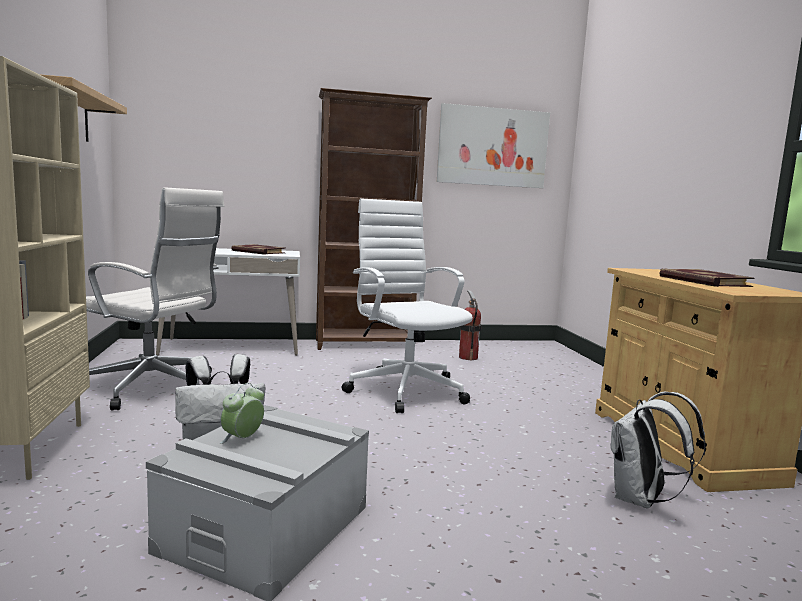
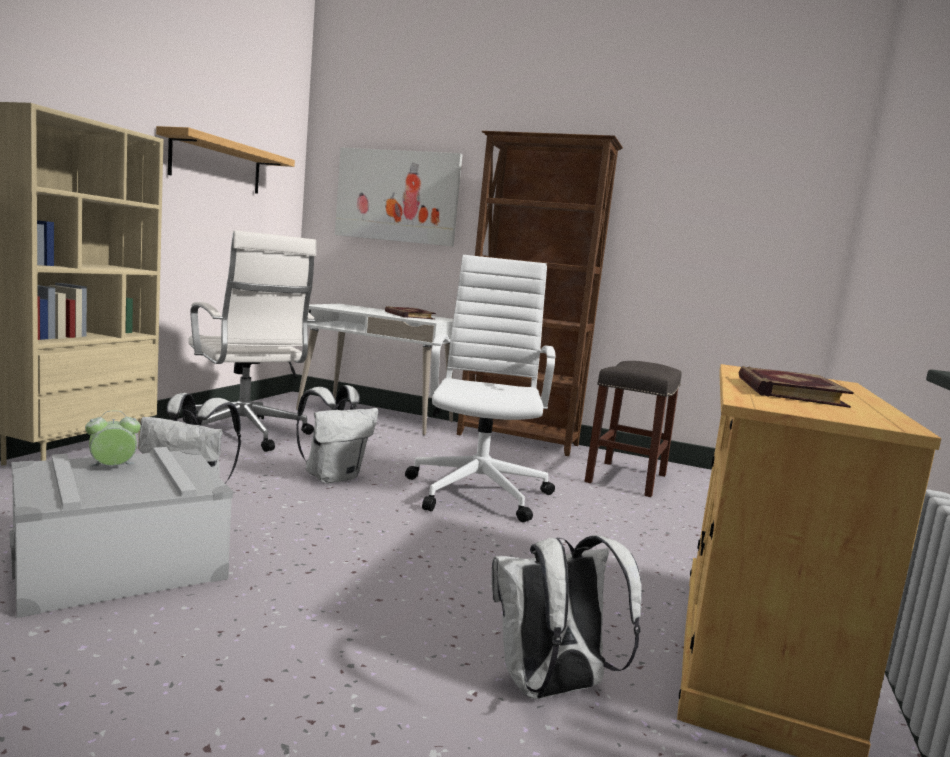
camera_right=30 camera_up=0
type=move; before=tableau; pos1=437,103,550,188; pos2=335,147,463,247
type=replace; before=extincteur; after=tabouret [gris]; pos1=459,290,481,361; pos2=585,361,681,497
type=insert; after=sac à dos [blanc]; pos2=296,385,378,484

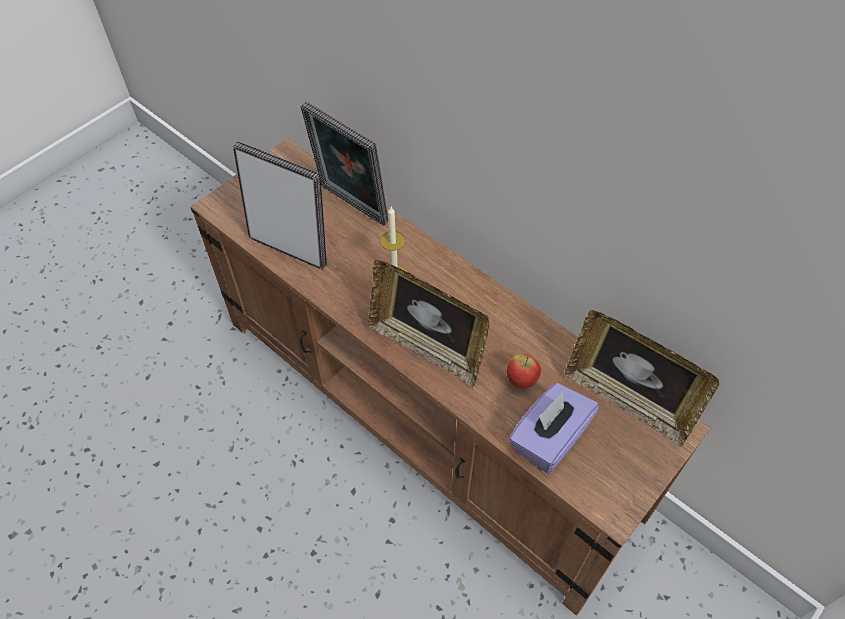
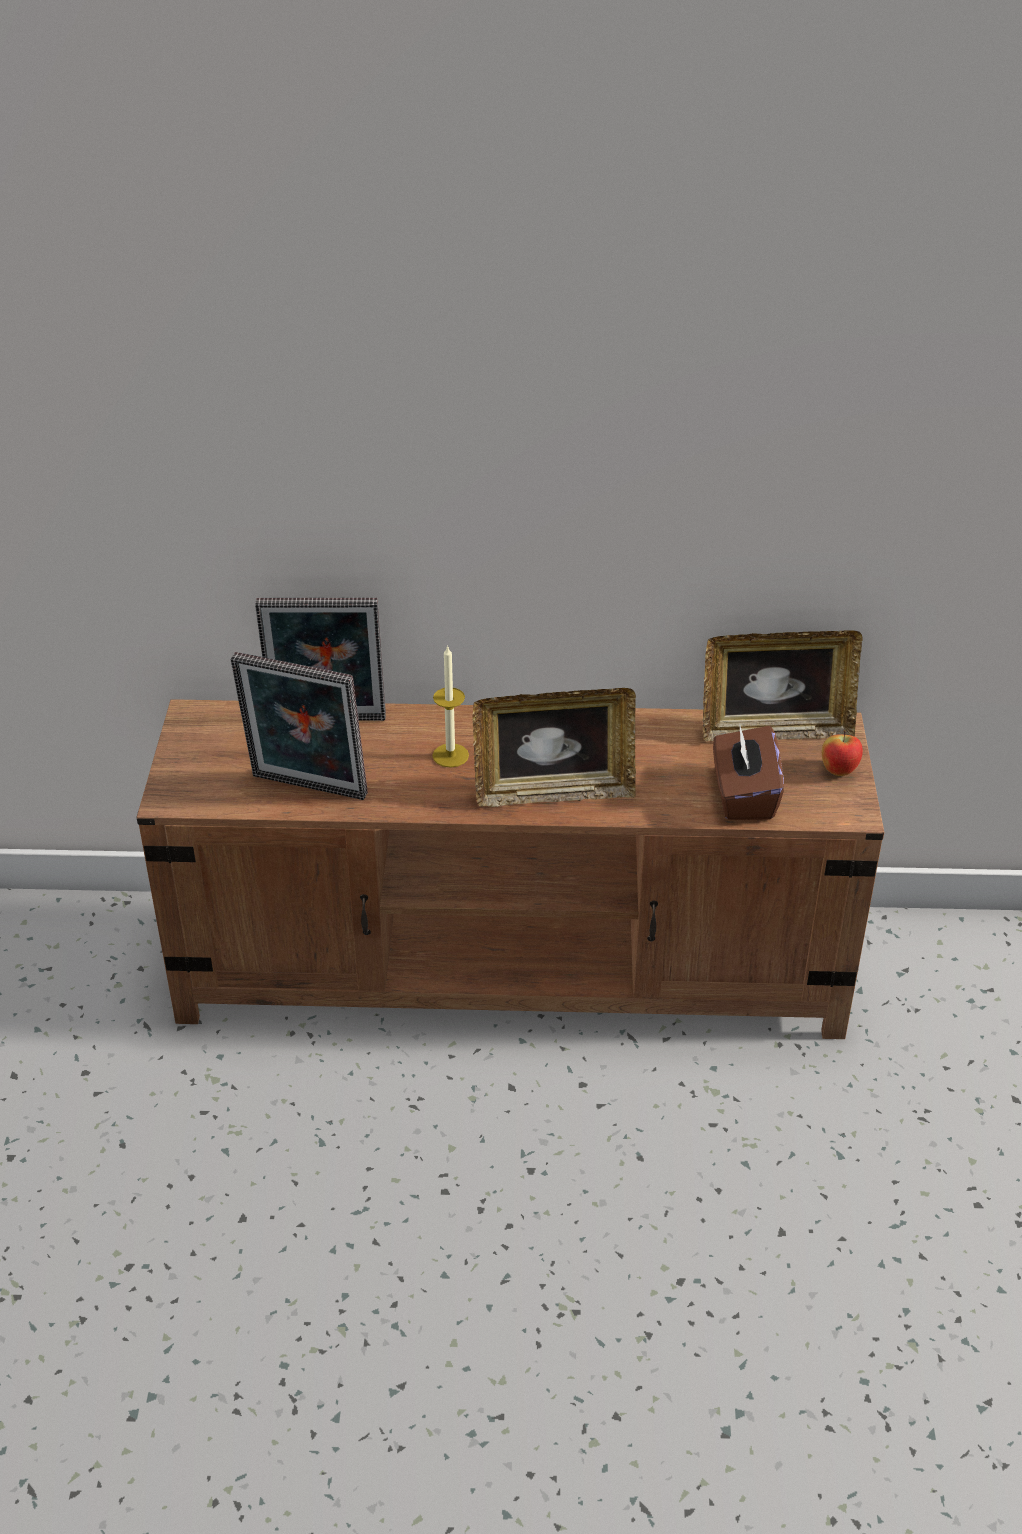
camera_right=-40 camera_up=-15
type=rotate; before=cadre photo; pos1=233,141,327,270; pos2=231,652,368,800; turn=-150
type=move; before=pomme; pos1=506,354,541,389; pos2=822,730,863,776
type=recolor; before=boîte à mouchoirs [violet]; after=boîte à mouchoirs [marron]; pos1=509,383,600,474; pos2=713,724,784,820

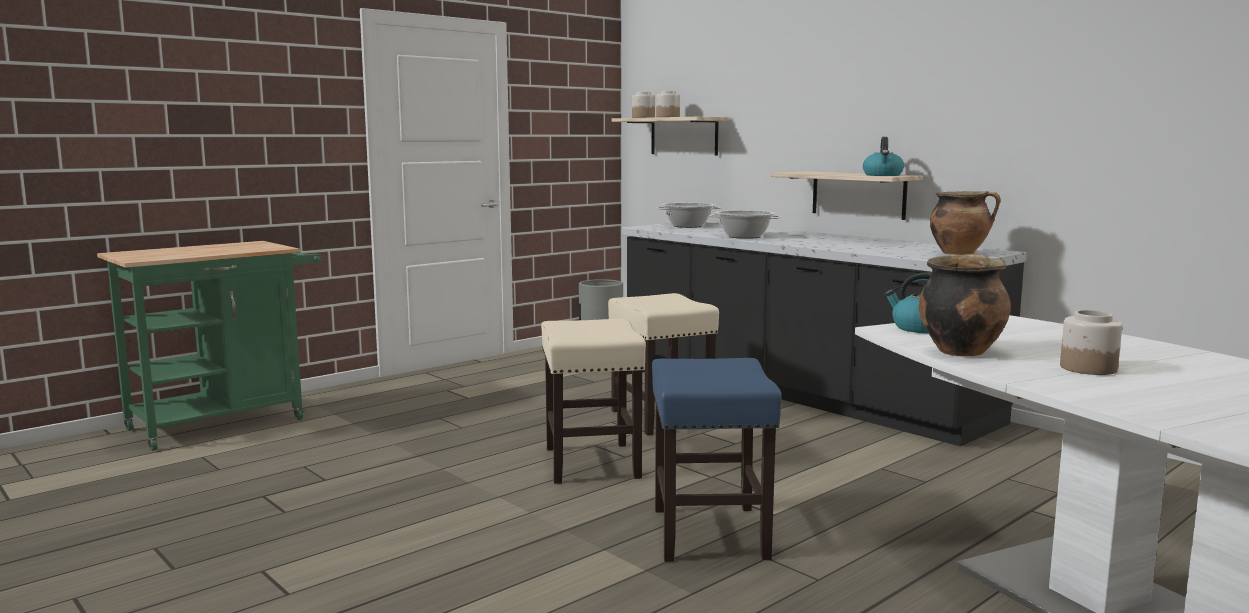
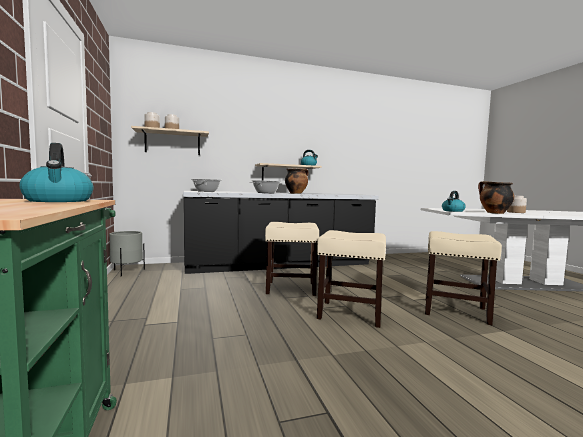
camera_right=-65 camera_up=-5
type=move; before=marmite; pos1=930,191,1000,255; pos2=285,168,309,193
type=recolor; before=tabouret [bleu]; after=tabouret [beige]; pos1=652,358,782,562; pos2=425,231,502,325
type=insert; after=bouilloire; pos2=19,143,94,202

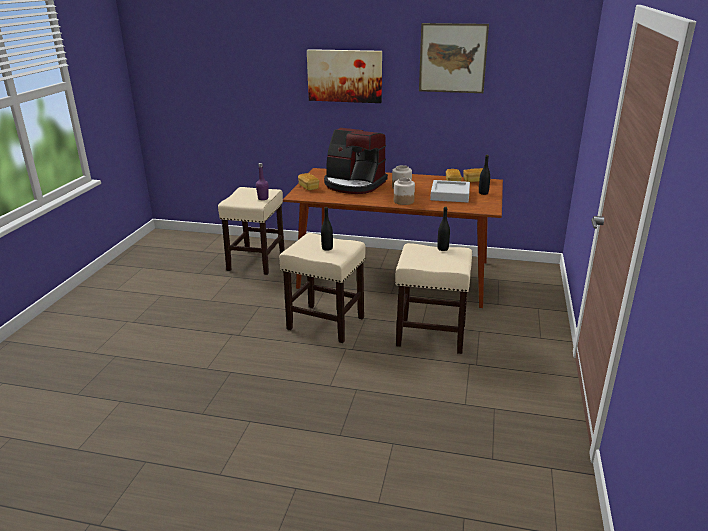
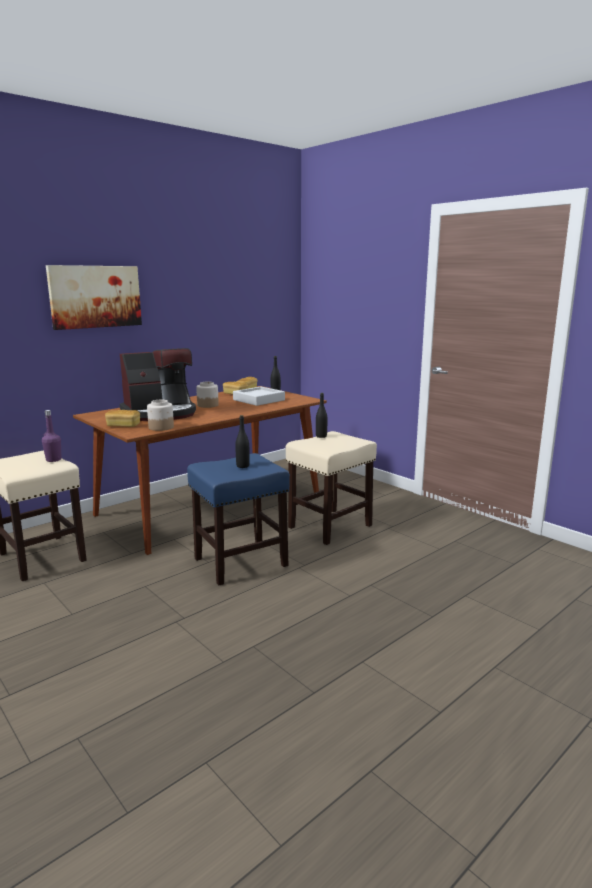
camera_right=-55 camera_up=-10
type=delete; before=tableau; pos1=419,23,489,93
type=move; before=bocal; pos1=394,178,415,205; pos2=147,400,174,431
type=recolor; before=tabouret [beige]; after=tabouret [bleu]; pos1=279,233,366,343; pos2=187,453,290,585

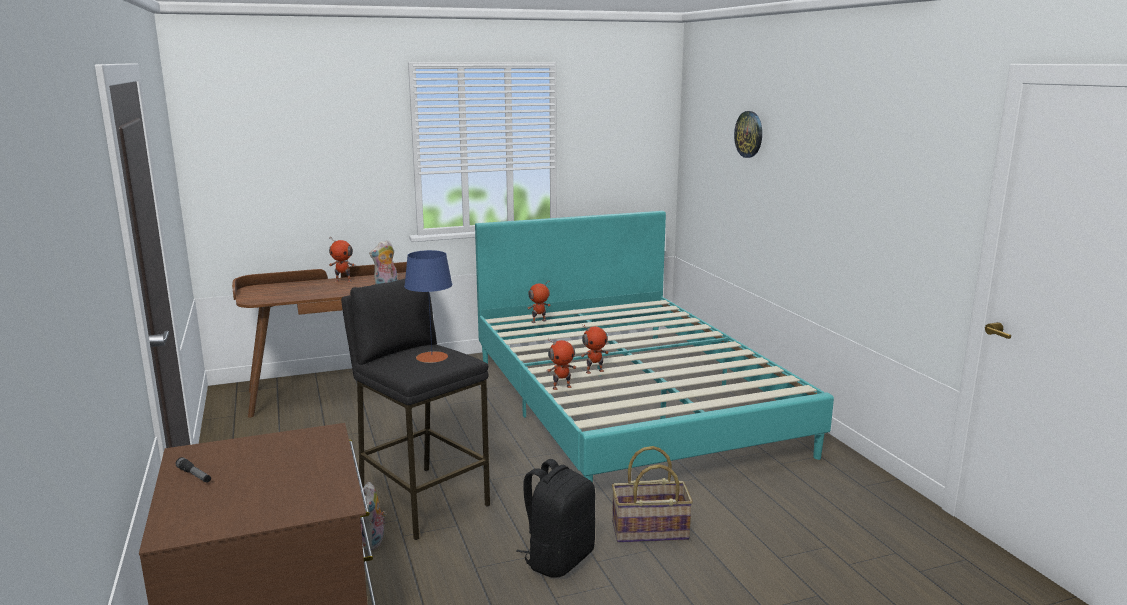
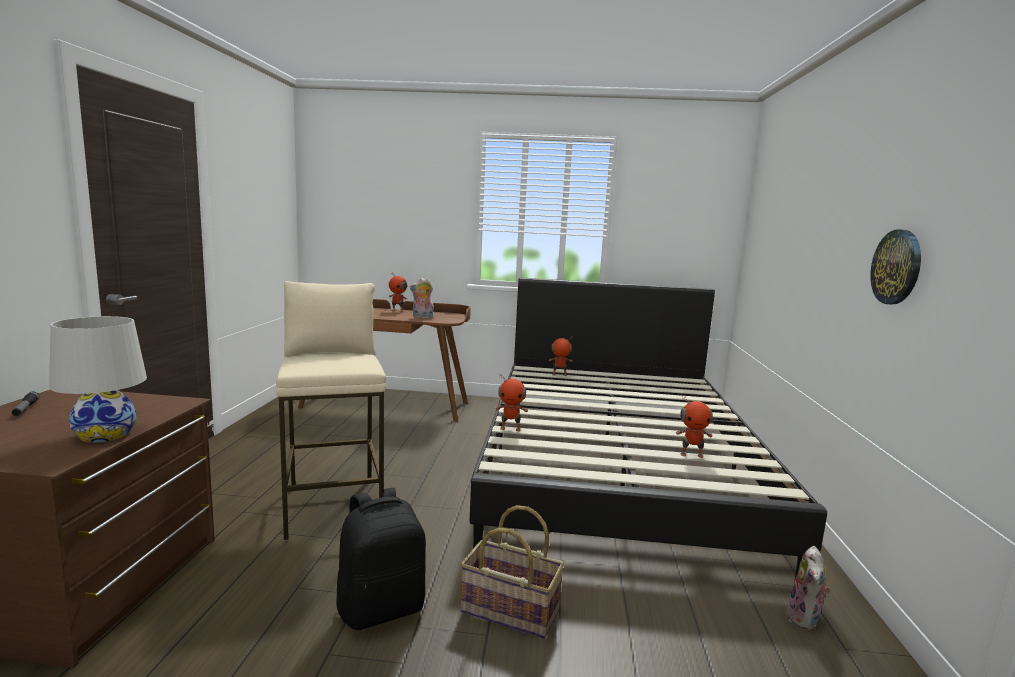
camera_right=25 camera_up=-5
type=move; before=horloge murale; pos1=734,111,762,158; pos2=870,229,921,305
type=recolor; before=lit [turquoise]; after=lit [noir]; pos1=475,211,834,483; pos2=470,277,827,584
type=delete; before=lampe de table [bleu]; pos1=404,250,452,363
type=recolor; before=tabouret [noir]; after=tabouret [beige]; pos1=341,279,490,540; pos2=276,281,386,541
type=move; before=robot jouet; pos1=581,324,609,374; pos2=676,395,713,458
type=move; before=peluche; pos1=360,482,387,551; pos2=786,546,831,630
type=insert; after=lampe de table [blanc]; pos2=49,316,147,443

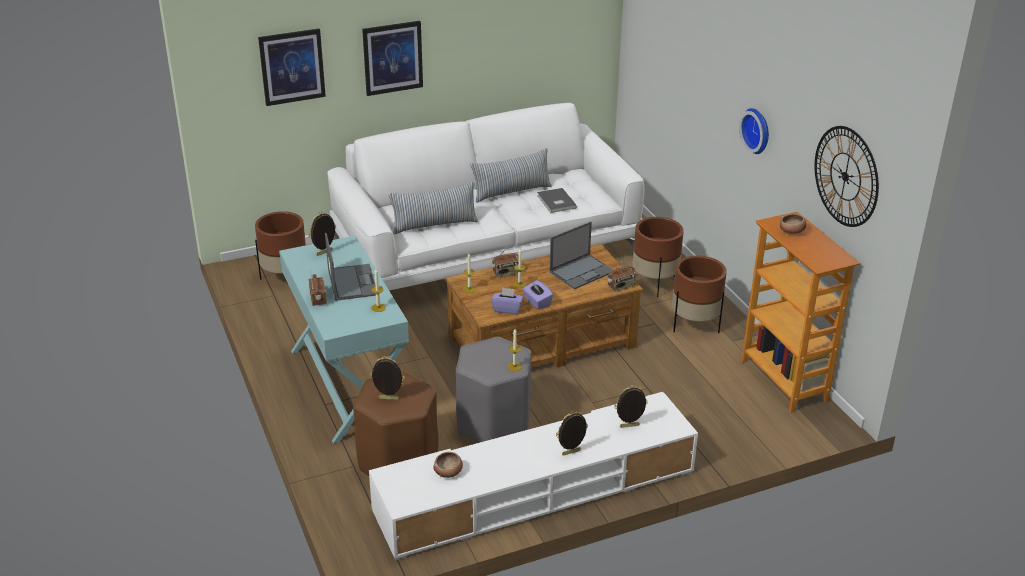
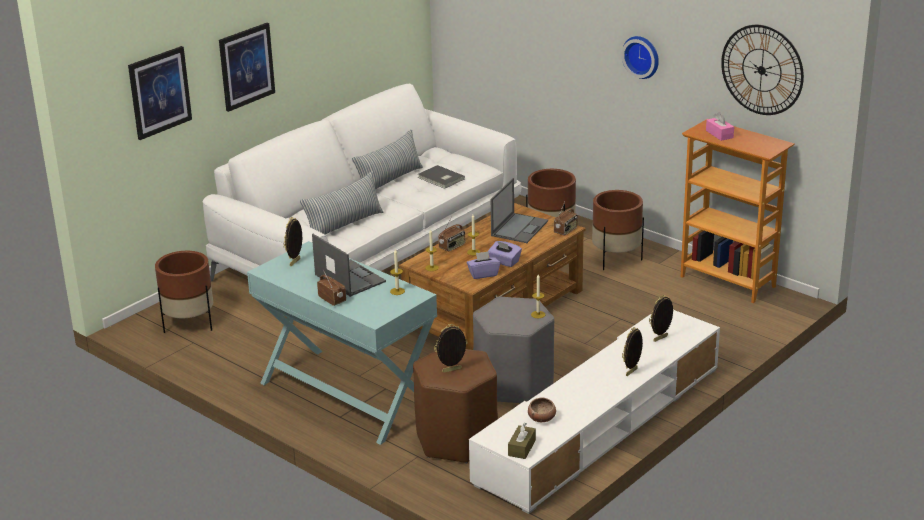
camera_right=-25 camera_up=-5
type=replace; before=bol; after=boîte à mouchoirs [rose]; pos1=780,214,806,234; pos2=706,112,734,141
type=insert; after=boîte à mouchoirs [marron]; pos2=508,423,536,459

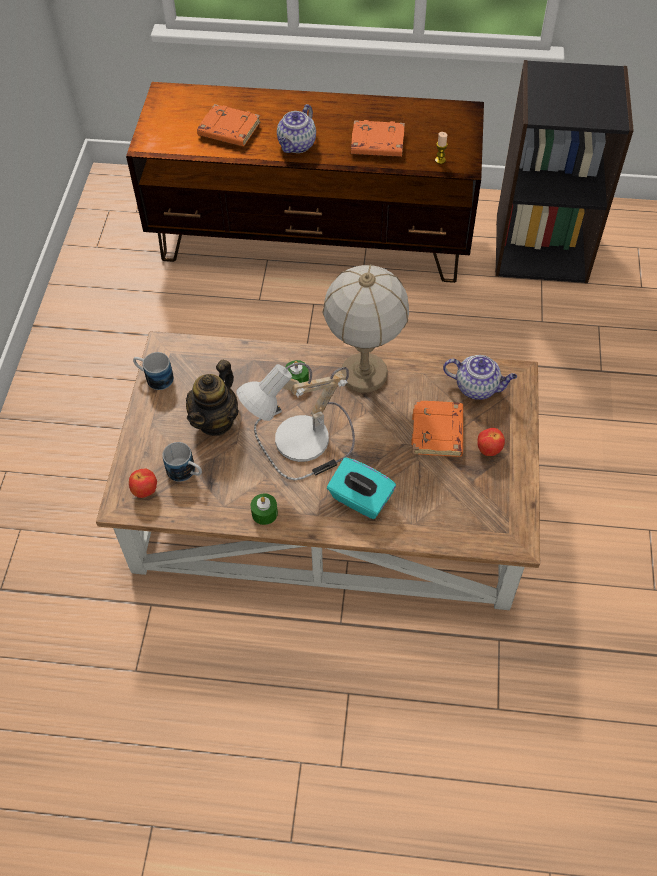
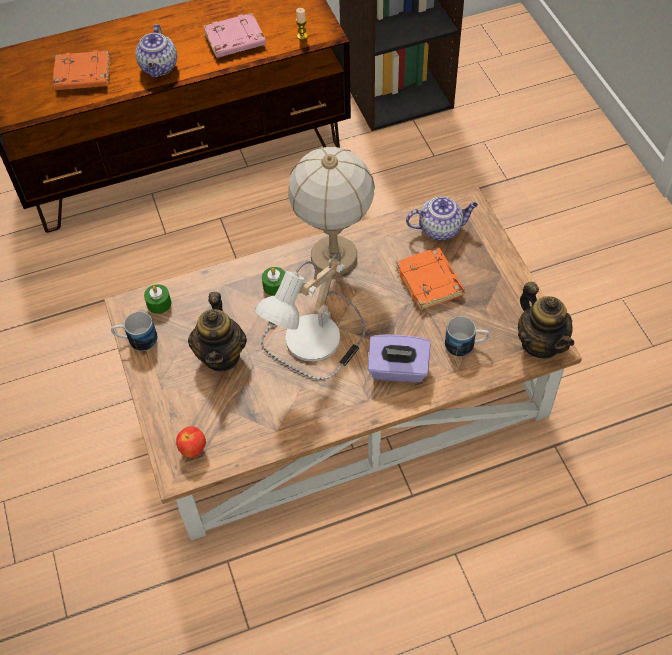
camera_right=-25 camera_up=0
type=recolor; before=livre [orange]; after=livre [rose]; pos1=351,120,405,157; pos2=203,13,266,58
type=delete; before=pomme; pos1=477,428,505,456
type=move; before=mug; pos1=163,442,202,482; pos2=445,316,490,357
type=recolor; before=boîte à mouchoirs [turquoise]; after=boîte à mouchoirs [violet]; pos1=327,457,396,519; pos2=368,335,431,383
type=move; before=bougie [vert]; pos1=250,493,278,525; pos2=144,284,171,314
type=insert; after=théière; pos2=518,282,574,358

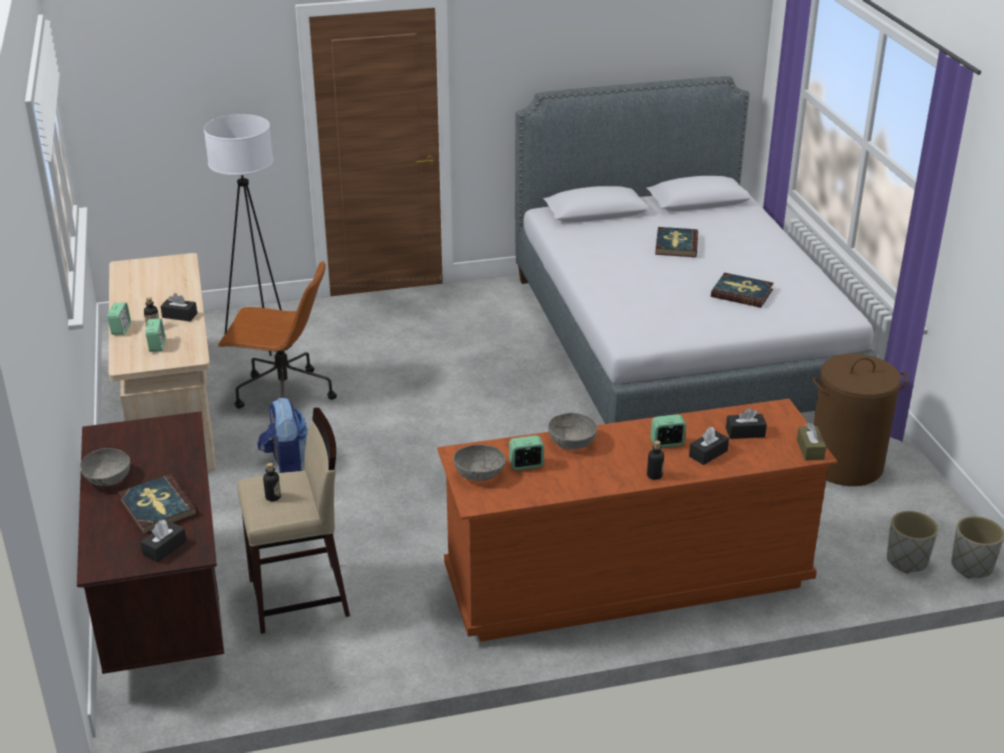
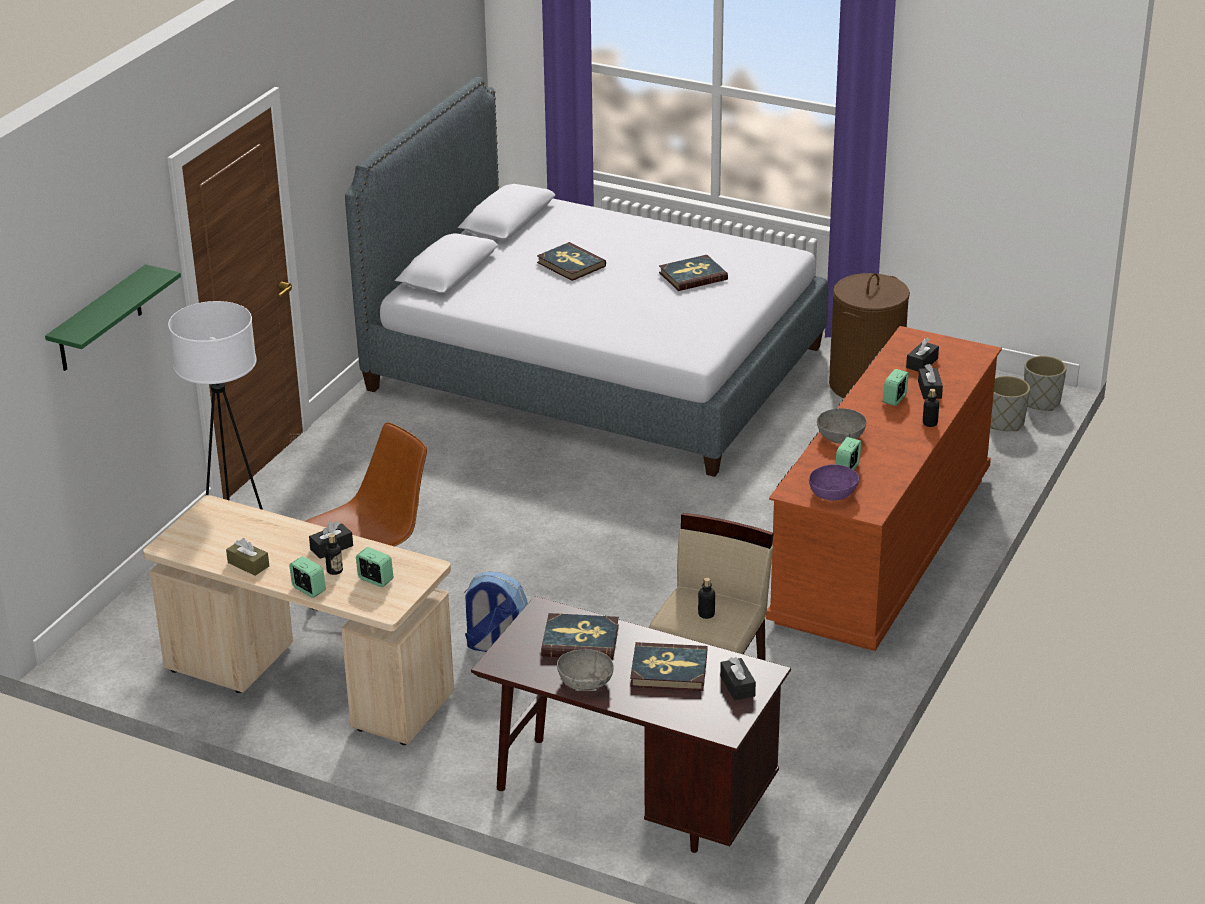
camera_right=-50 camera_up=0
type=move; before=boîte à mouchoirs [marron]; pos1=797,423,826,461; pos2=226,538,269,576
type=recolor; before=bol [gris]; after=bol [violet]; pos1=453,445,505,481; pos2=809,464,859,501
type=insert; after=étagère [vert]; pos2=45,264,181,371
type=insert; after=livre; pos2=541,613,619,660

